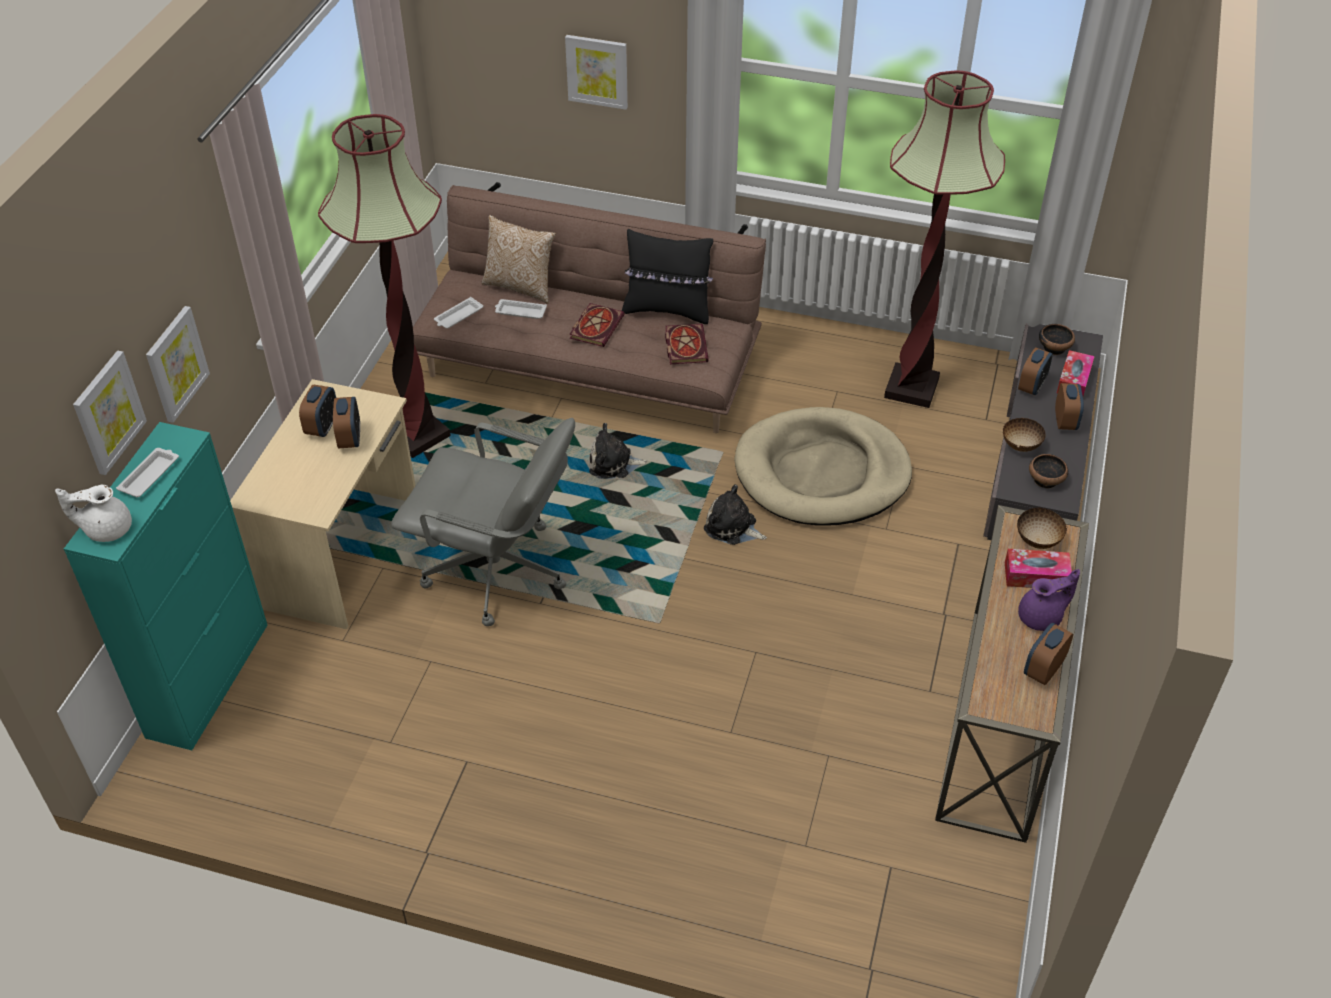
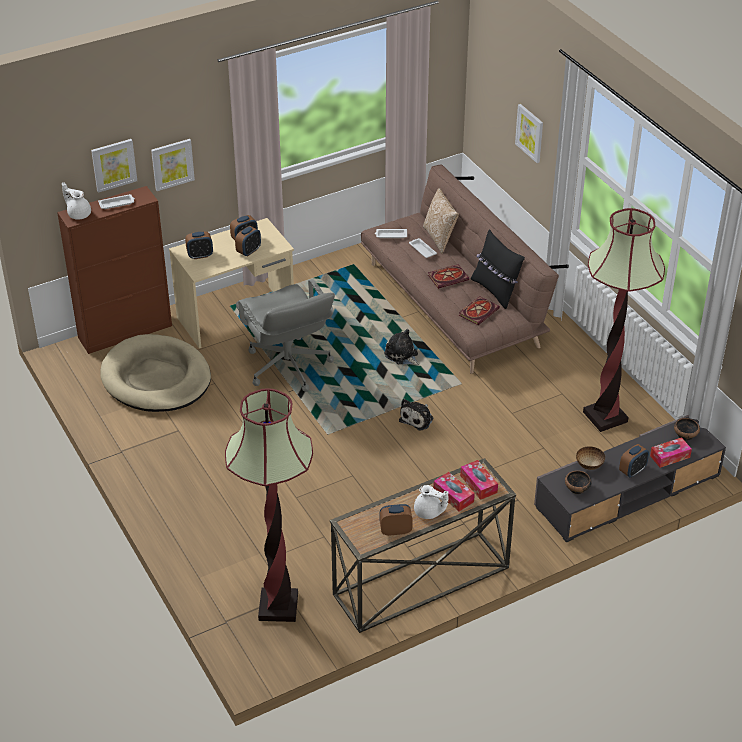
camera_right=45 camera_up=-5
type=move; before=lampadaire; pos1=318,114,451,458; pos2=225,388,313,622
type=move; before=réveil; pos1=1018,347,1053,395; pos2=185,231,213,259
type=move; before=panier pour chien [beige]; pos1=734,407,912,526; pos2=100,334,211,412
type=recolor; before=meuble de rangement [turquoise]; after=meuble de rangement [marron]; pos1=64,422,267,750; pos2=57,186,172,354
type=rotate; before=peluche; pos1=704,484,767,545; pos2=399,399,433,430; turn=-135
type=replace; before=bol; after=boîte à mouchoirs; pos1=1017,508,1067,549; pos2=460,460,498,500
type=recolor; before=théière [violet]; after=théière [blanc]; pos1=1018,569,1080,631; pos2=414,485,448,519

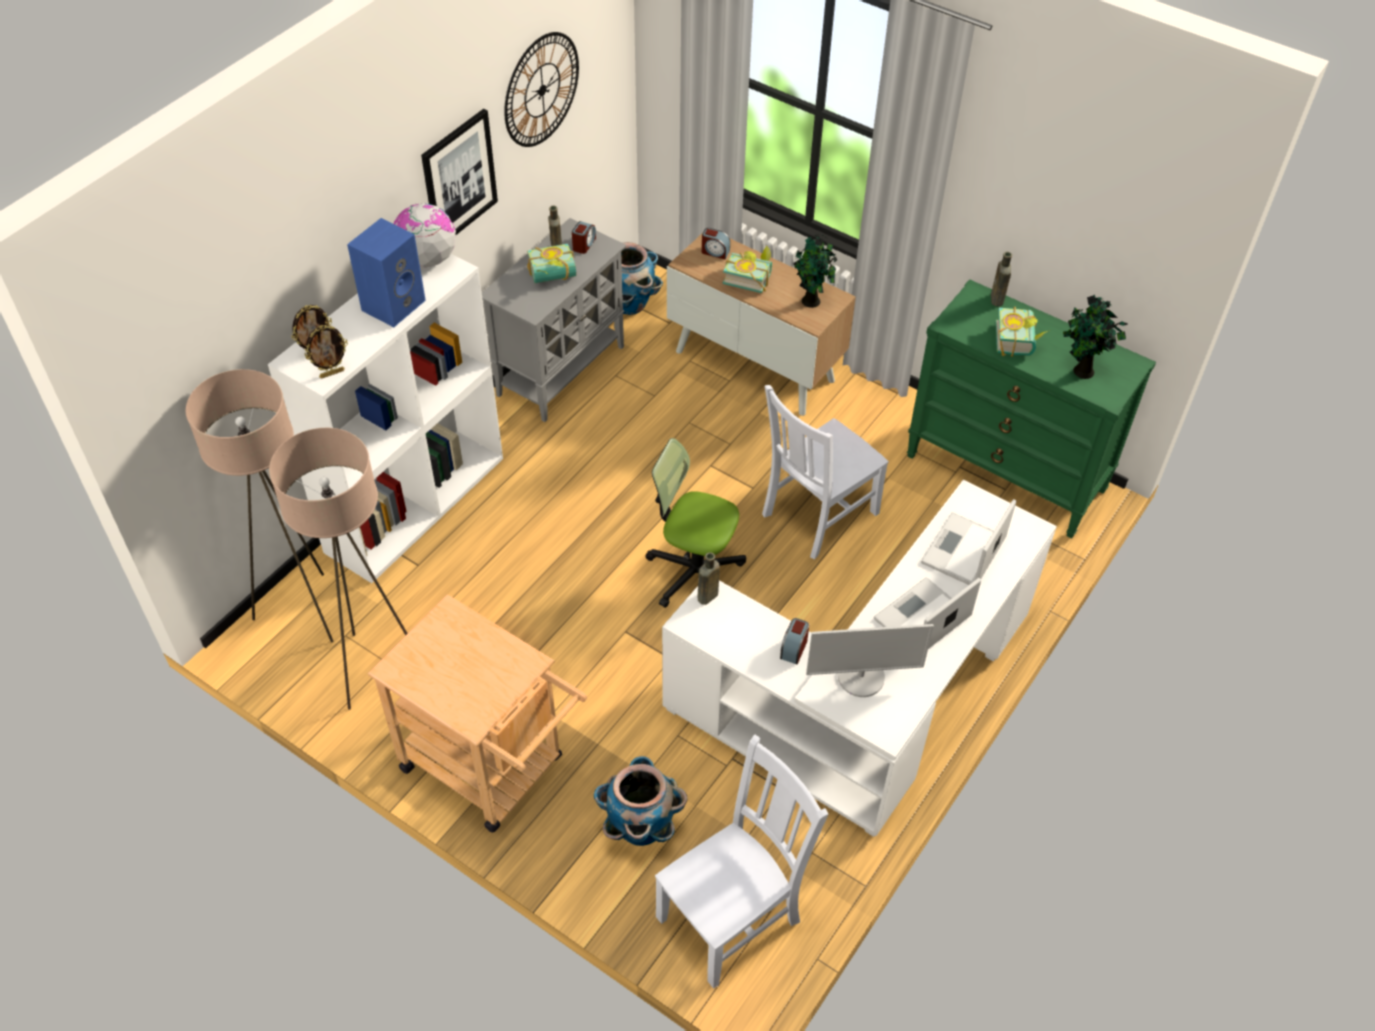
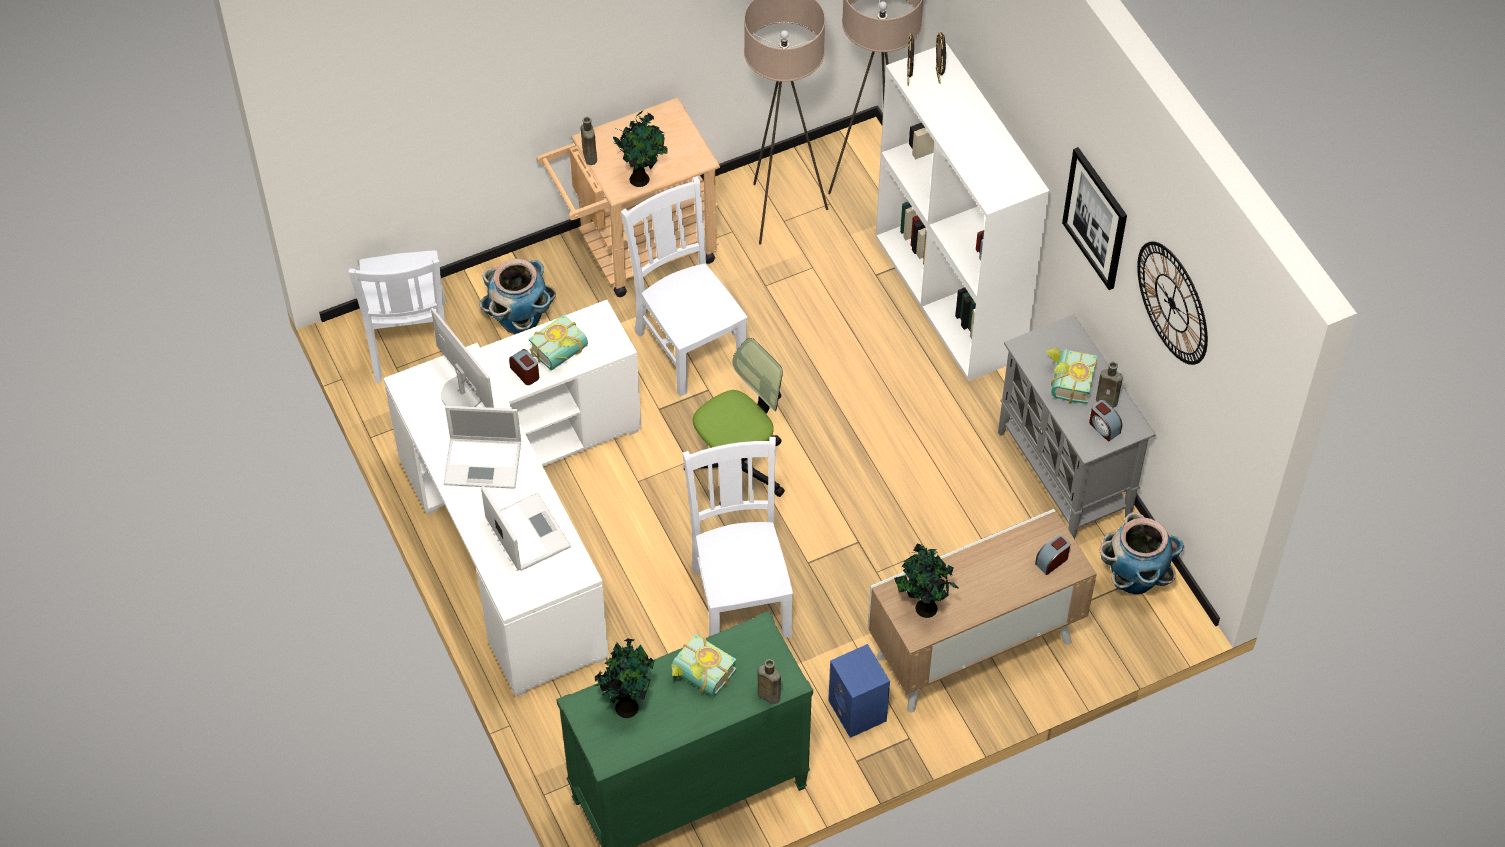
camera_right=120 camera_up=5
type=delete; before=globe; pos1=394,203,456,268
type=move; before=enceinte [bleu]; pos1=347,218,426,327; pos2=828,644,890,738
type=move; before=livre; pos1=723,246,772,293; pos2=529,315,588,370
type=move; before=bouteille [marron]; pos1=698,552,720,605; pos2=581,117,597,165
type=rotate; before=ordinateur portable; pos1=874,577,981,649; pos2=444,405,521,489; turn=105
type=rotate; before=écran d'ordinateur; pos1=806,624,934,697; pos2=431,308,494,408; turn=120
type=insert; after=plante en pot; pos2=613,110,668,187
type=insert; after=chaise [blanc]; pos2=621,176,748,397

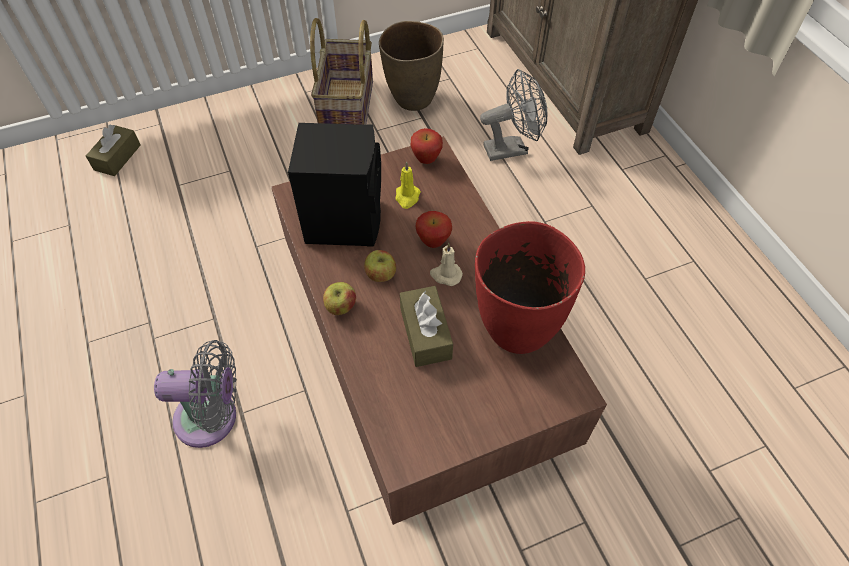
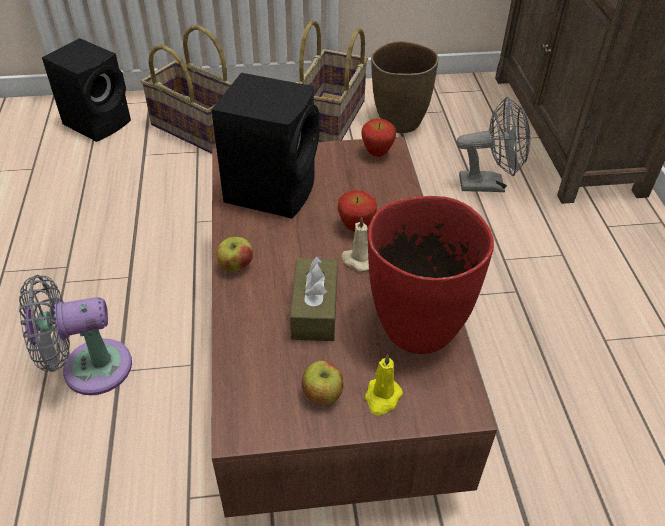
camera_right=15 camera_up=-10
type=replace; before=boîte à mouchoirs [marron]; after=enceinte [noir]; pos1=86,125,140,176; pos2=42,38,131,142
type=move; before=bougie [jaune]; pos1=396,162,421,209; pos2=365,354,403,415
type=move; before=pomme; pos1=364,250,396,282; pos2=302,361,344,404
type=rotate; before=ventilateur [gris]; pos1=154,340,237,448; pos2=19,275,132,395; turn=150
type=insert; after=panier; pos2=141,25,232,154

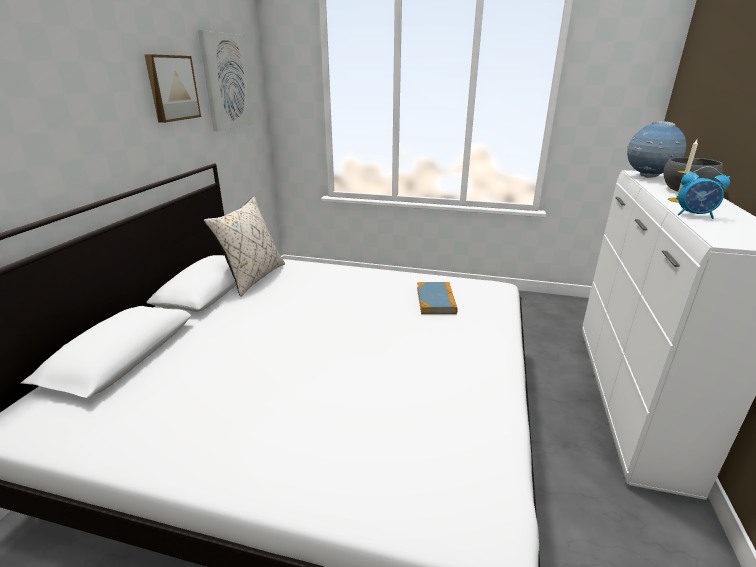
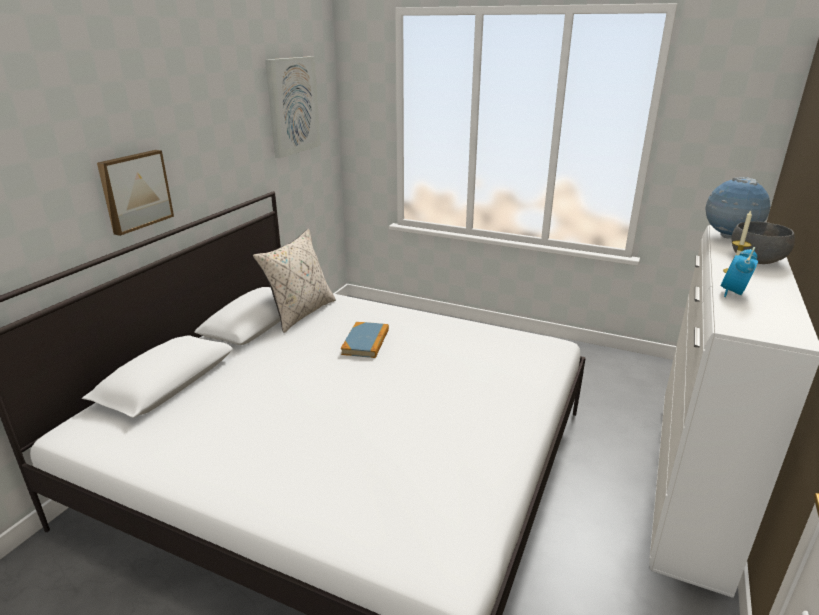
camera_right=10 camera_up=0
type=move; before=tableau; pos1=144,54,201,123; pos2=97,150,174,236
type=rotate; before=réveil; pos1=678,166,730,219; pos2=721,247,758,297; turn=90
type=move; before=livre; pos1=417,282,458,314; pos2=341,322,389,358

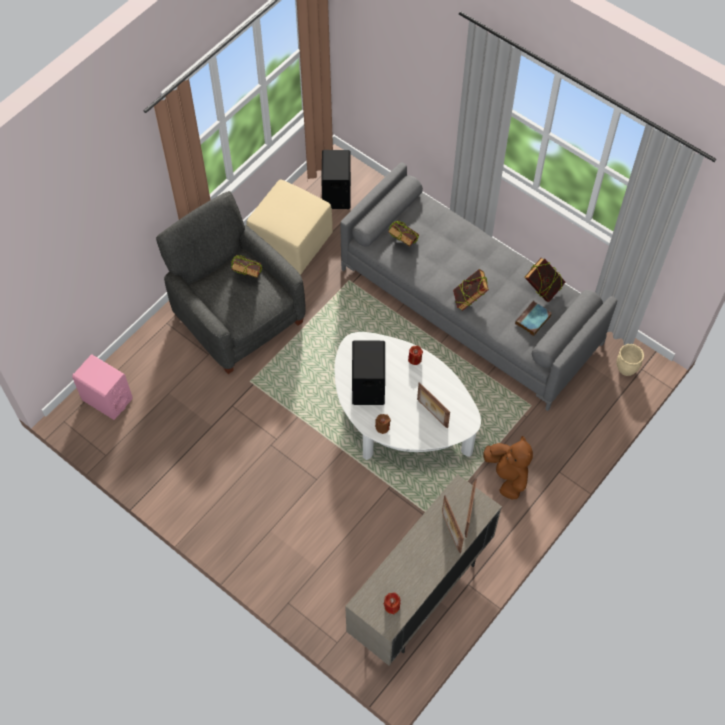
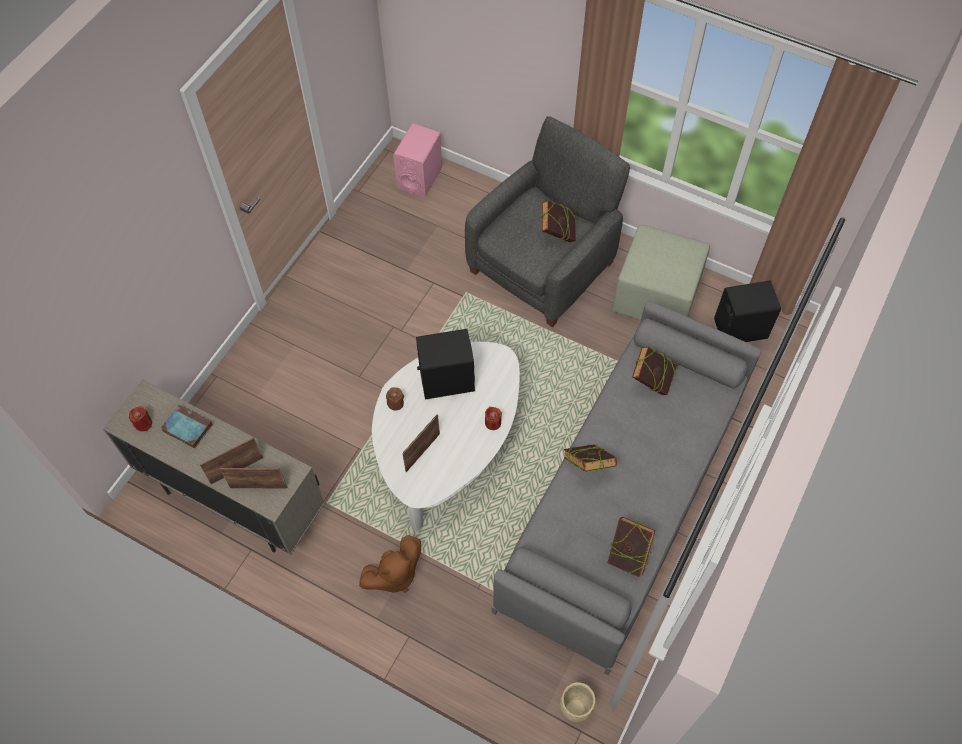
camera_right=80 camera_up=0
type=recolor; before=pouf [beige]; after=pouf [vert]; pos1=246,179,333,275; pos2=612,225,710,320
type=move; before=livre; pos1=515,301,551,336; pos2=161,405,213,449

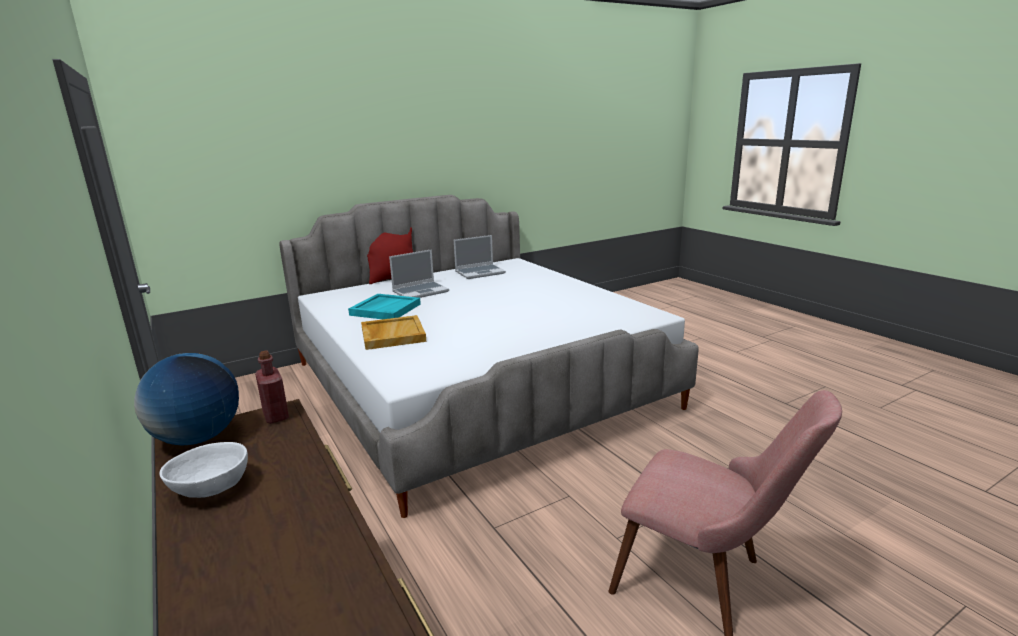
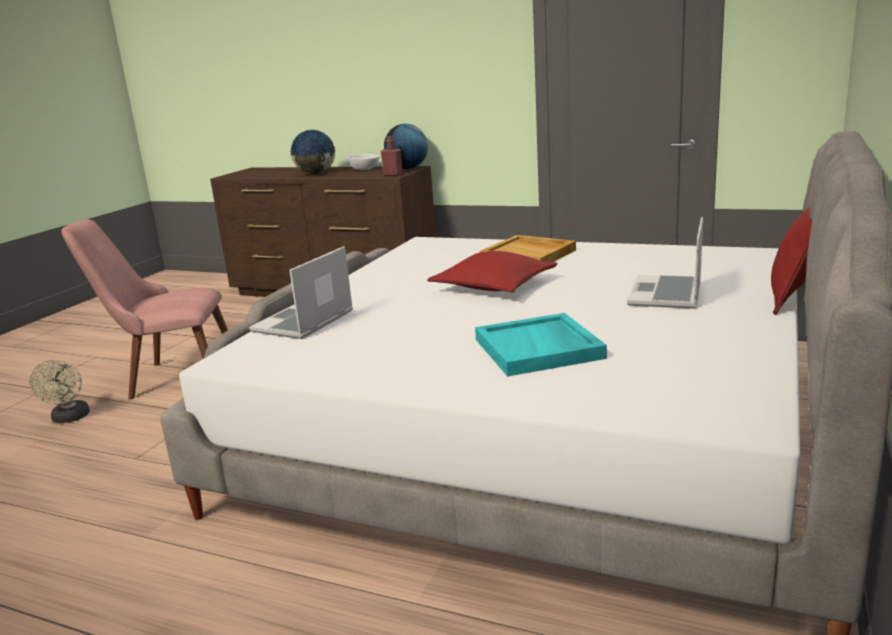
camera_right=145 camera_up=0
type=move; before=ordinateur portable; pos1=454,235,506,279; pos2=249,246,353,339
type=move; before=plateau [turquoise]; pos1=348,294,421,319; pos2=475,313,607,377
type=insert; after=globe; pos2=290,130,336,174
type=insert; after=coussin [rouge]; pos2=427,251,558,293
type=insert; after=ventilateur [beige]; pos2=29,359,90,423

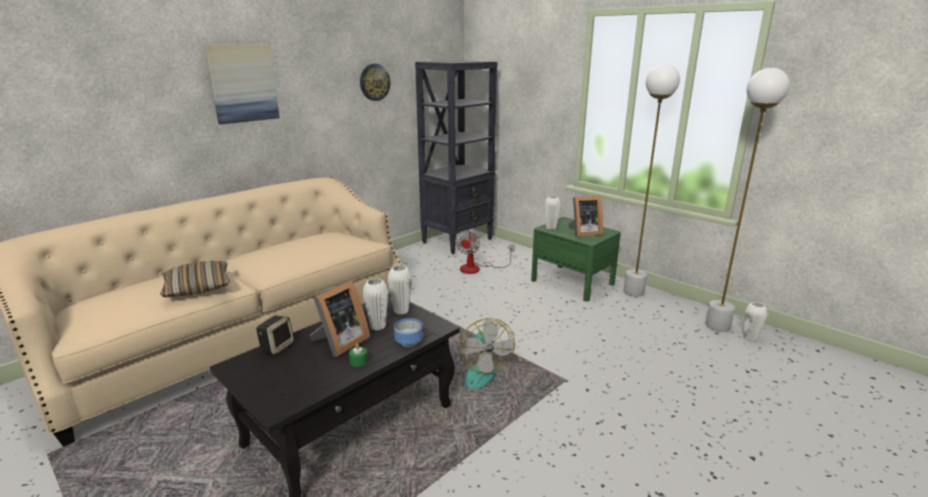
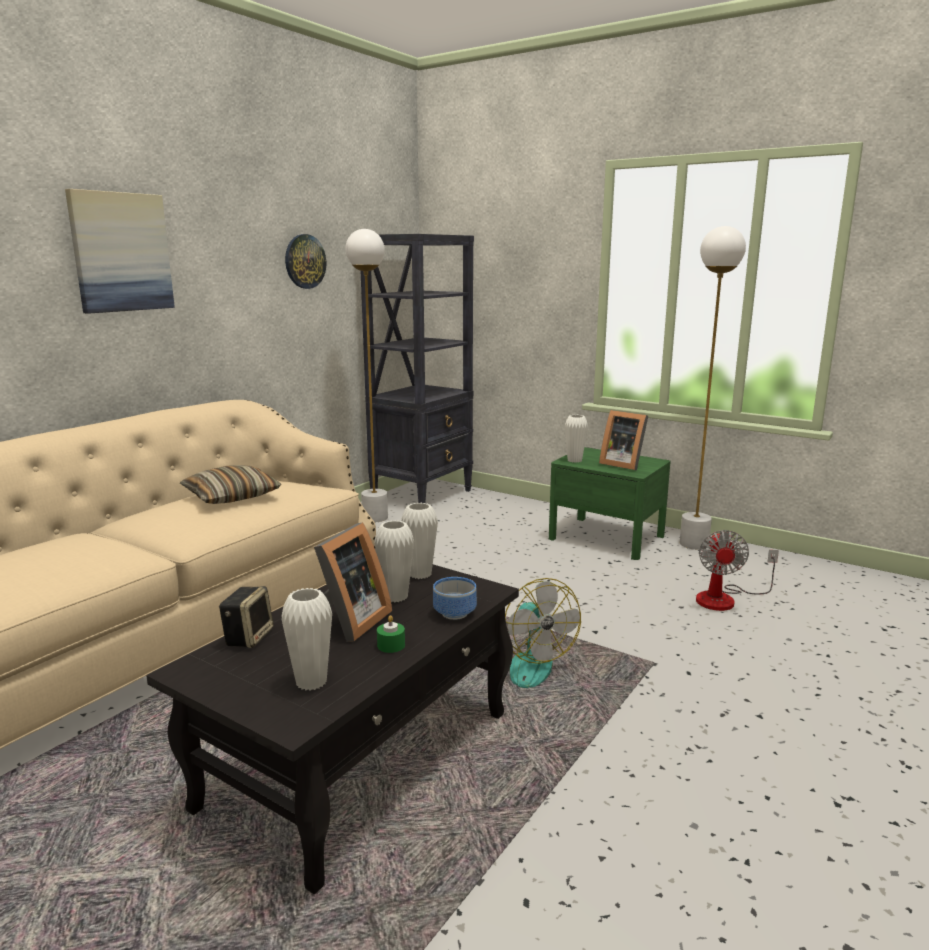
camera_right=-10 camera_up=-5
type=move; before=lampadaire [blanc]; pos1=705,68,790,332; pos2=346,229,388,522
type=rotate; before=cadre photo; pos1=568,196,603,237; pos2=599,410,648,471; turn=60
type=move; before=ventilateur; pos1=455,230,515,274; pos2=696,530,779,611
type=move; before=coussin; pos1=160,261,230,297; pos2=180,465,281,504
type=move; before=vase [blanc]; pos1=743,302,767,342; pos2=281,588,332,691

